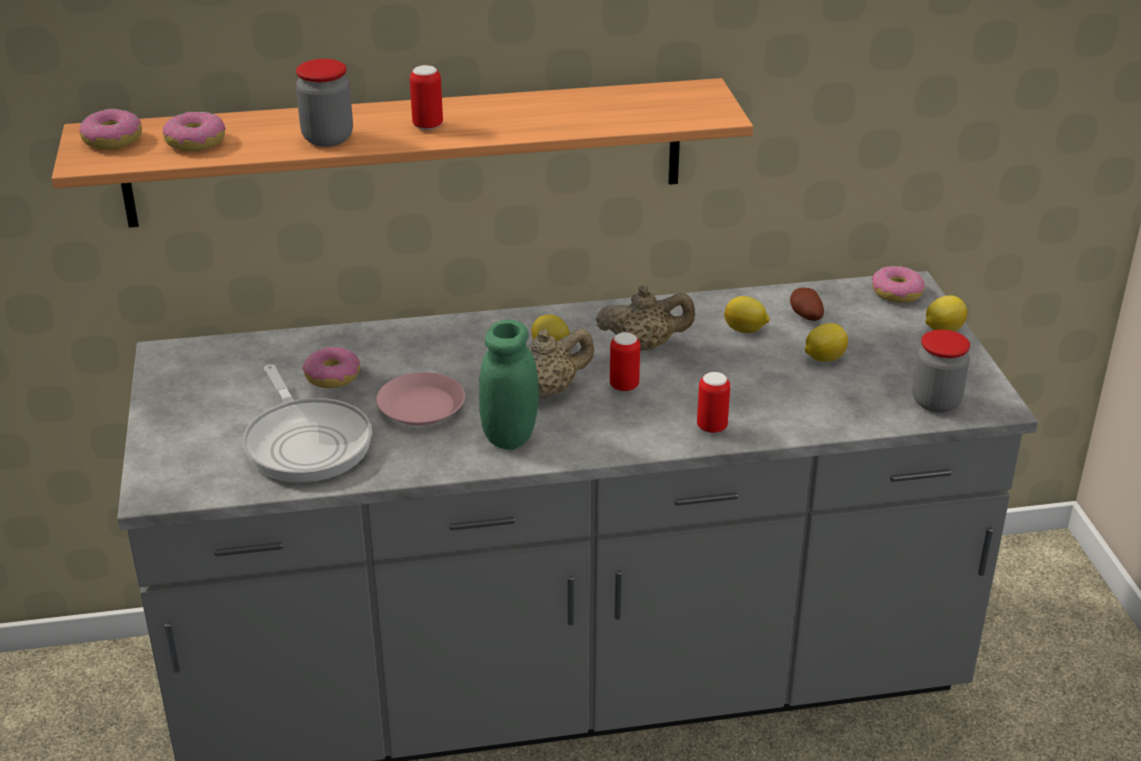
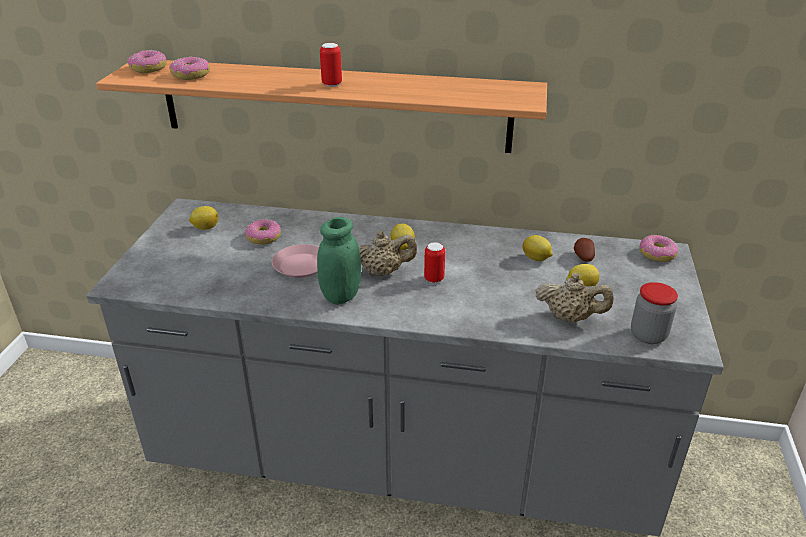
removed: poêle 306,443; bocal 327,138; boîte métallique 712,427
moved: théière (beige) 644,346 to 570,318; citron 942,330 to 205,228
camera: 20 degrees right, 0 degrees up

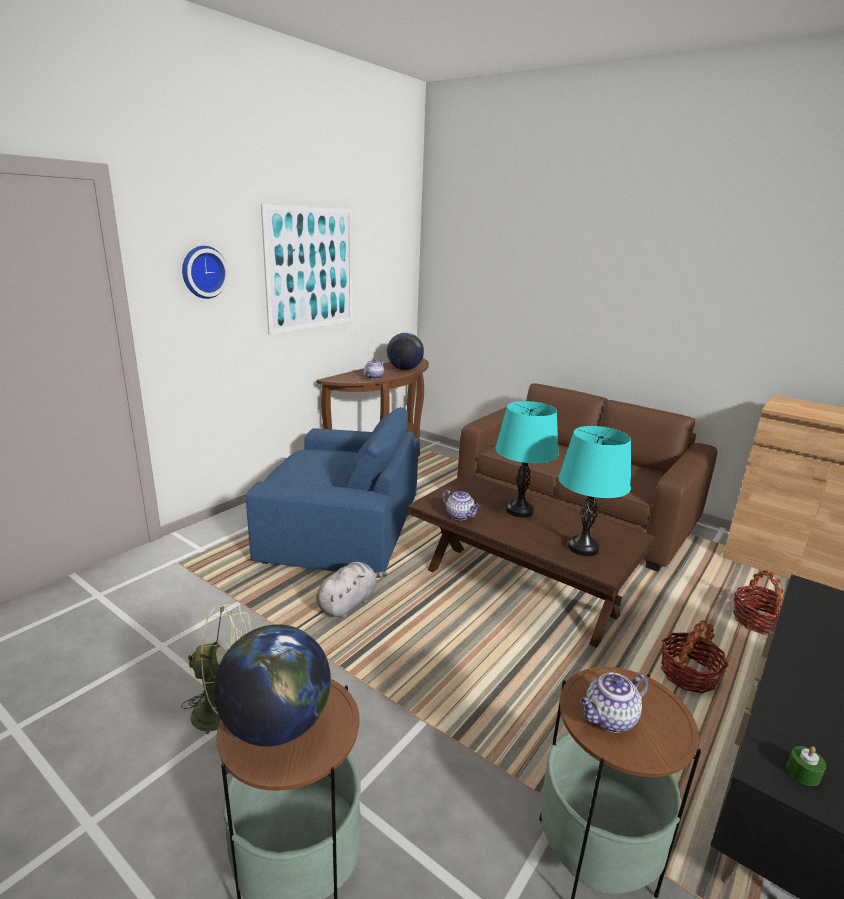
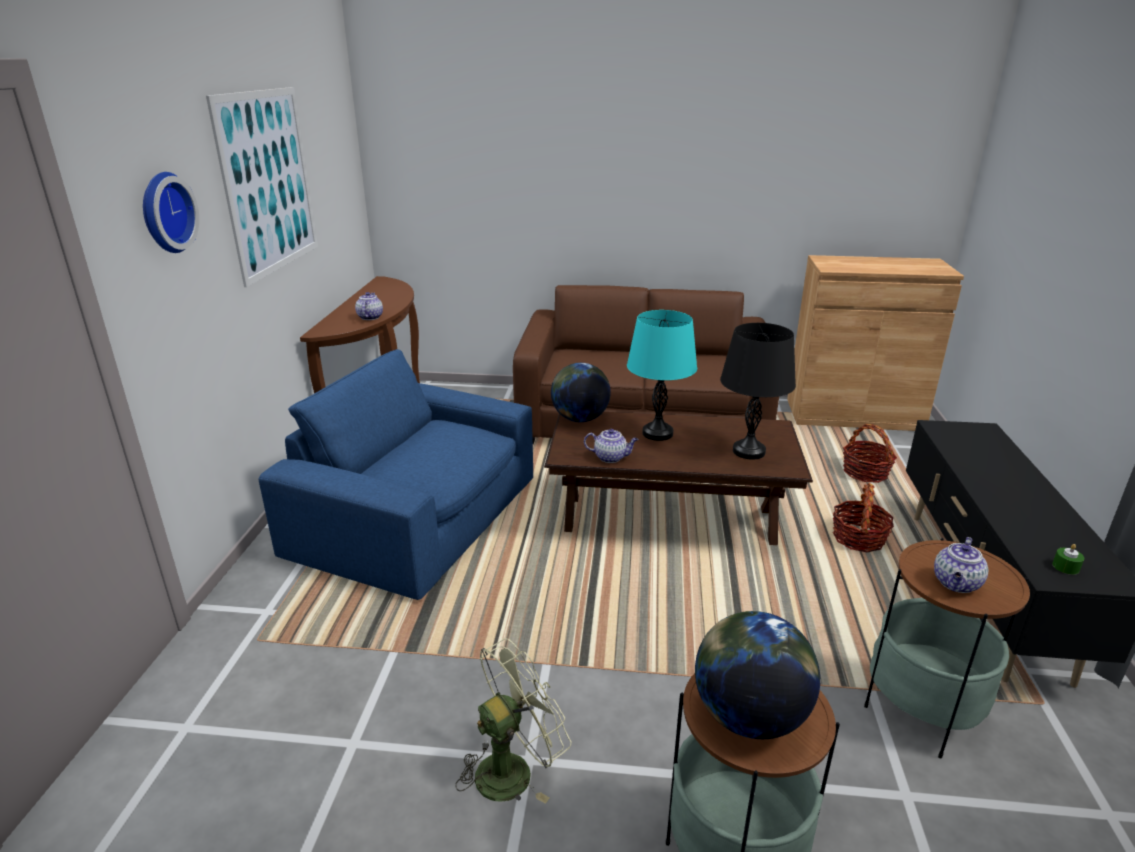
removed: peluche (gris) 348,603
moved: globe 404,369 to 580,419
recoloured: lampe de table (turquoise) 583,548 to lampe de table (noir) 749,451
turned: fauteuil (bleu) 341,525 = 418,517 135 degrees counterclockwise
camera: 30 degrees left, 5 degrees up

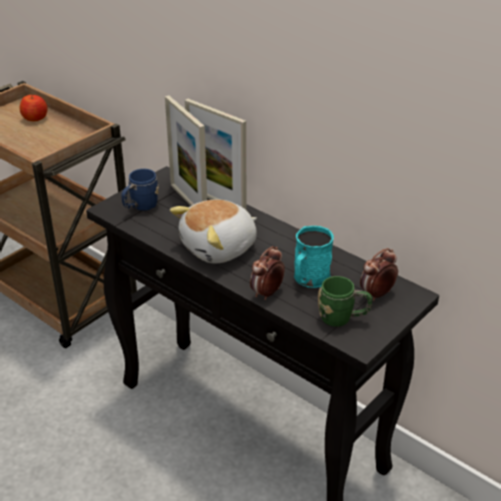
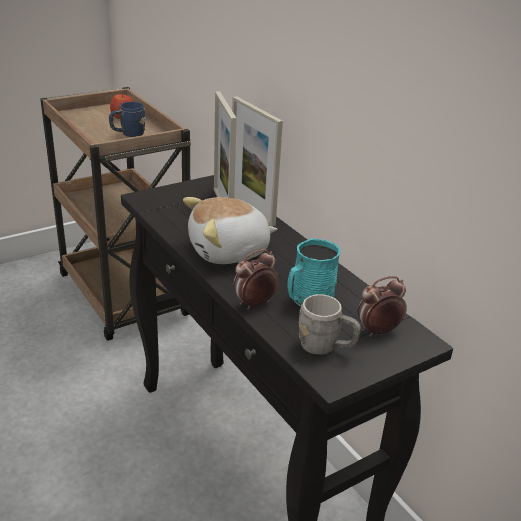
moved: mug (bleu) 140,207 to 128,134
recoloured: mug (vert) 343,318 to mug (gris) 325,347
camera: 15 degrees right, 5 degrees down

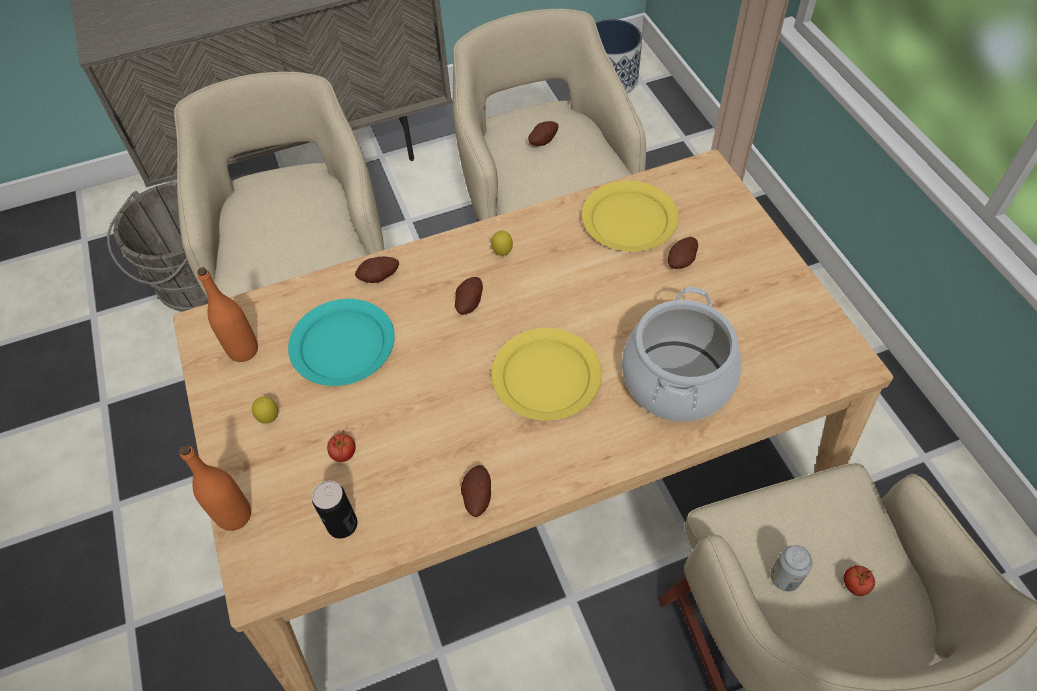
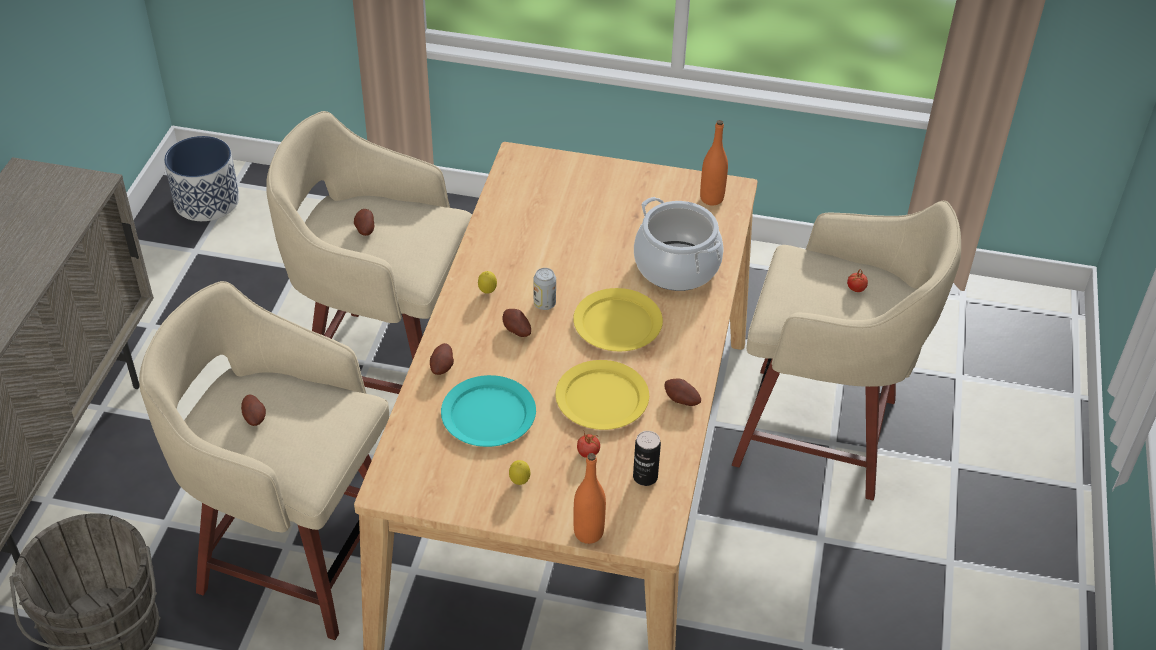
moved: bouteille (orange) 243,350 to 711,198; assiette (jaune) 630,219 to 602,398; pomme de terre 682,261 to 255,417; boîte métallique 784,577 to 544,304
camera: 60 degrees left, 10 degrees down

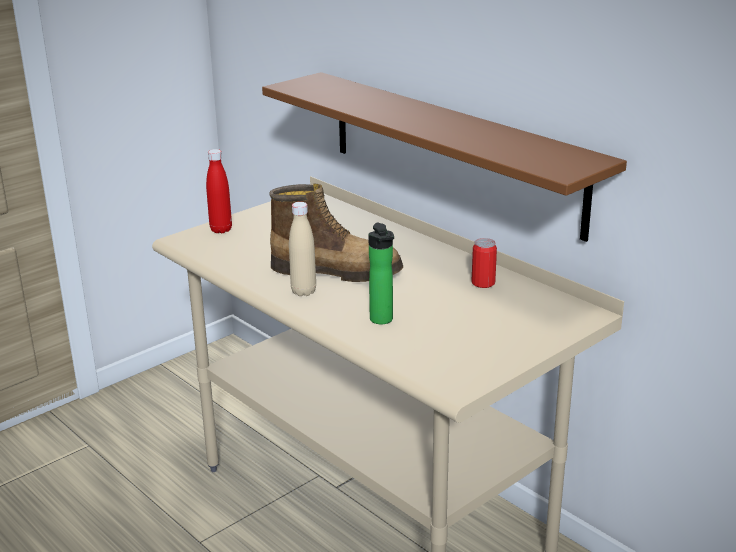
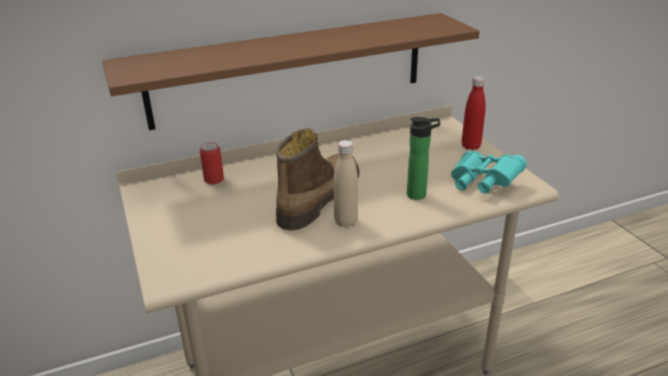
added: jumelles (turquoise) 482,183
moved: bouteille (rouge) 221,230 to 470,146; boîte métallique 483,283 to 214,179
camera: 70 degrees left, 5 degrees up

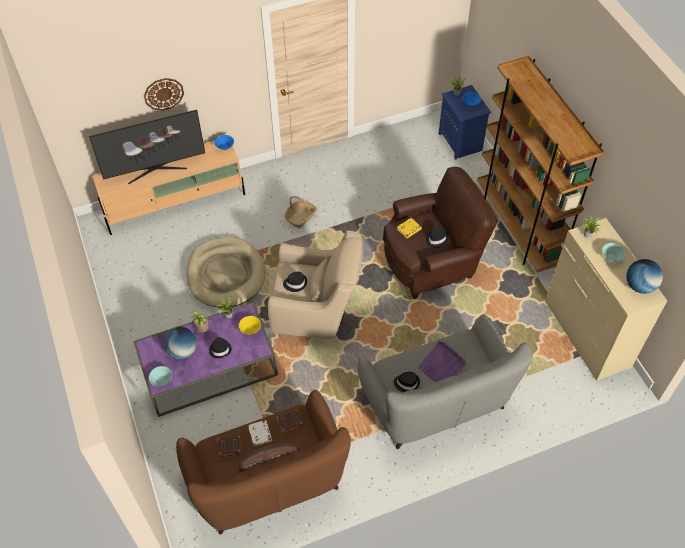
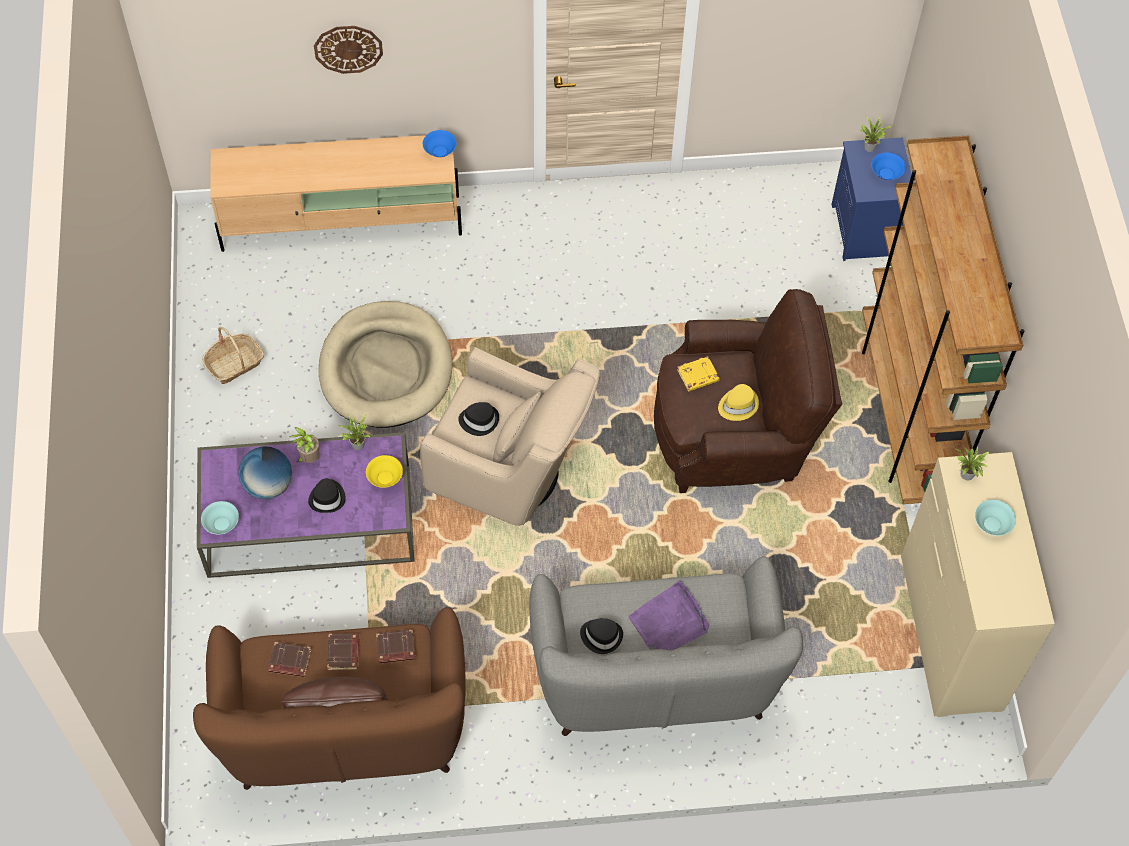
removed: téléviseur 155,169; globe 639,286
moved: panier 300,217 to 234,364
recoloured: livre (blanc) 260,434 to livre (marron) 344,653; chapeau (noir) 436,239 to chapeau (jaune) 737,405
camera: 15 degrees right, 5 degrees up

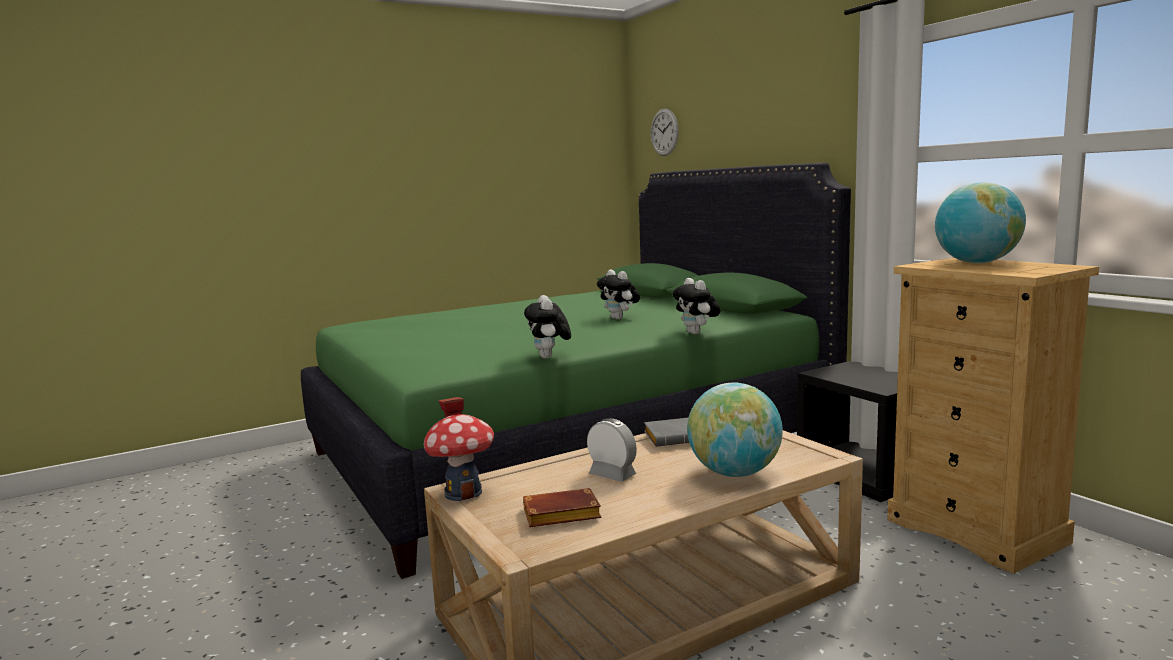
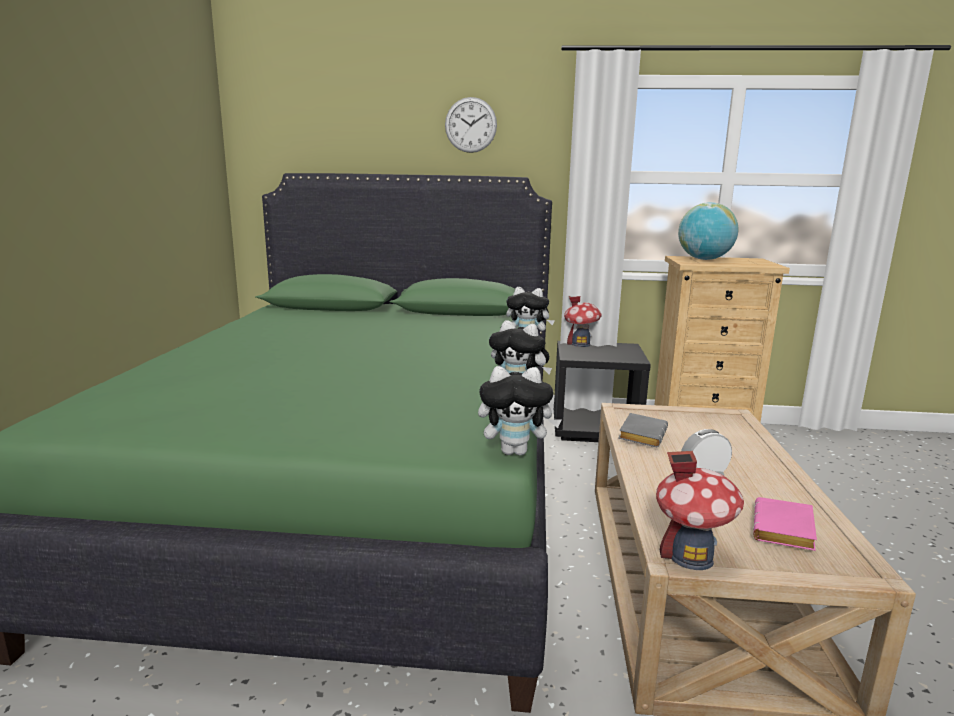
removed: globe 734,473
added: maison miniature 580,344
moved: peluche 619,318 to 515,452; horloge murale 664,132 to 470,125
recoloured: livre (marron) 559,516 to livre (rose) 785,531
camera: 55 degrees left, 5 degrees up

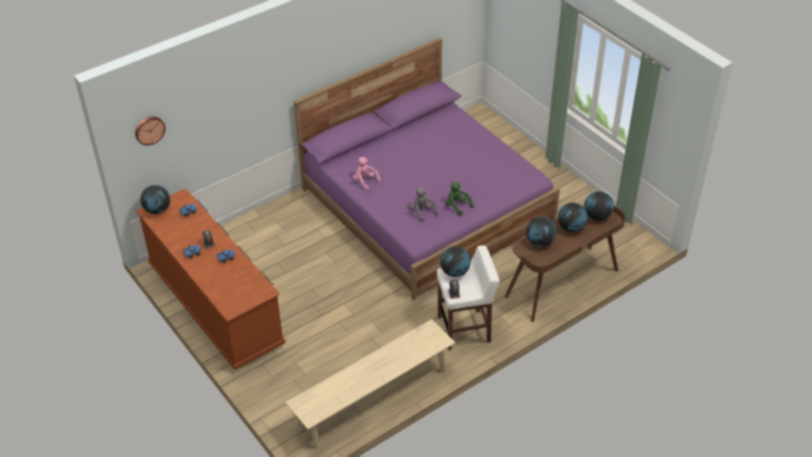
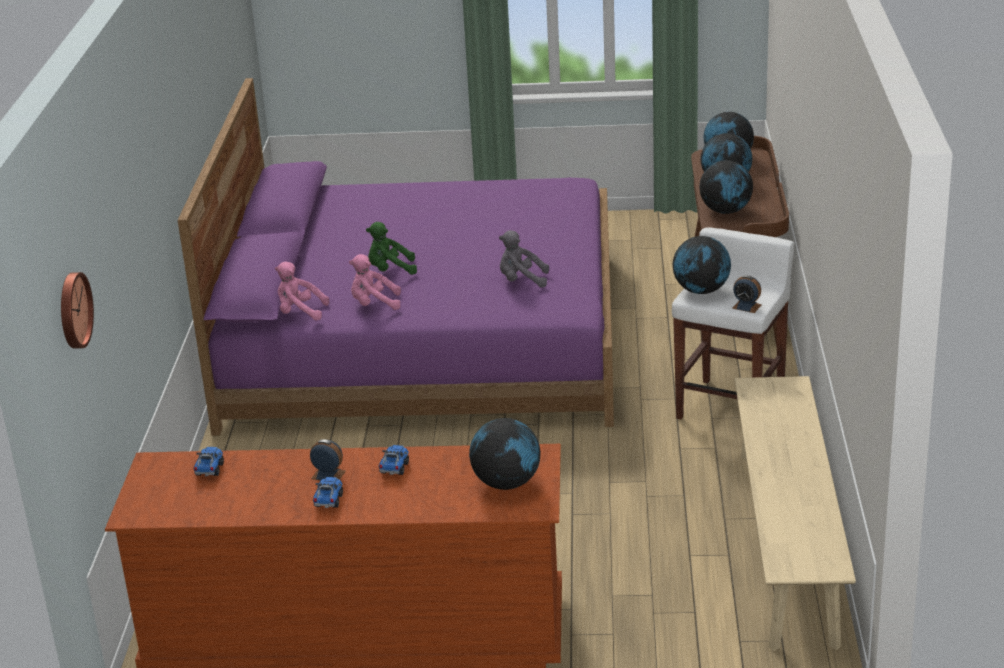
added: peluche (rose) 299,313
moved: globe 157,210 to 506,483; peluche (vert) 457,206 to 390,270
camera: 50 degrees left, 15 degrees down

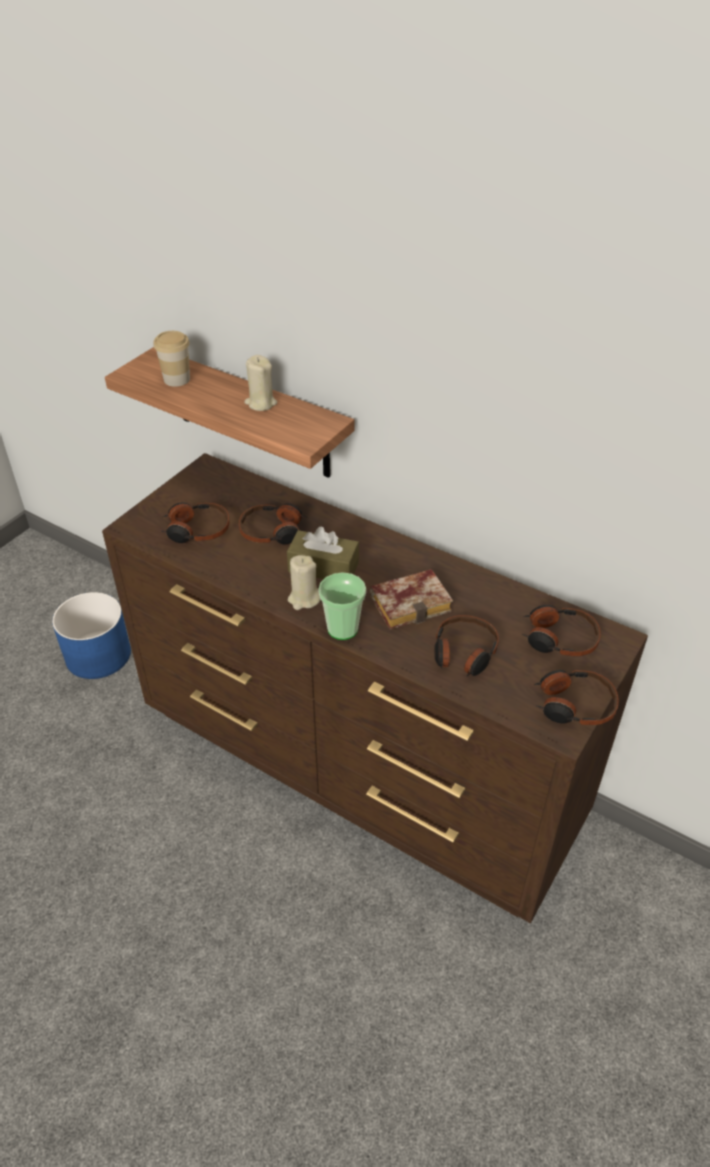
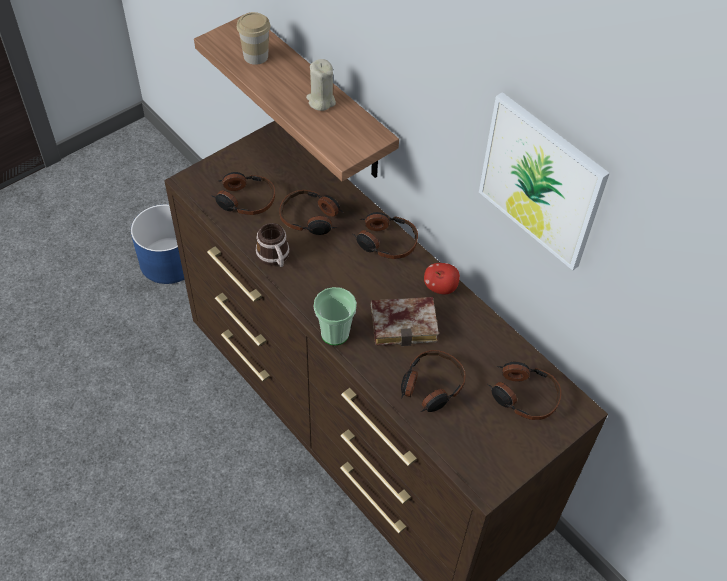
removed: boîte à mouchoirs (marron) 323,567; bougie (beige) 304,599
added: mug 274,257; pomme 440,287; tableau 541,181
moved: casque audio 573,705 to 385,242
camera: 15 degrees right, 10 degrees up

